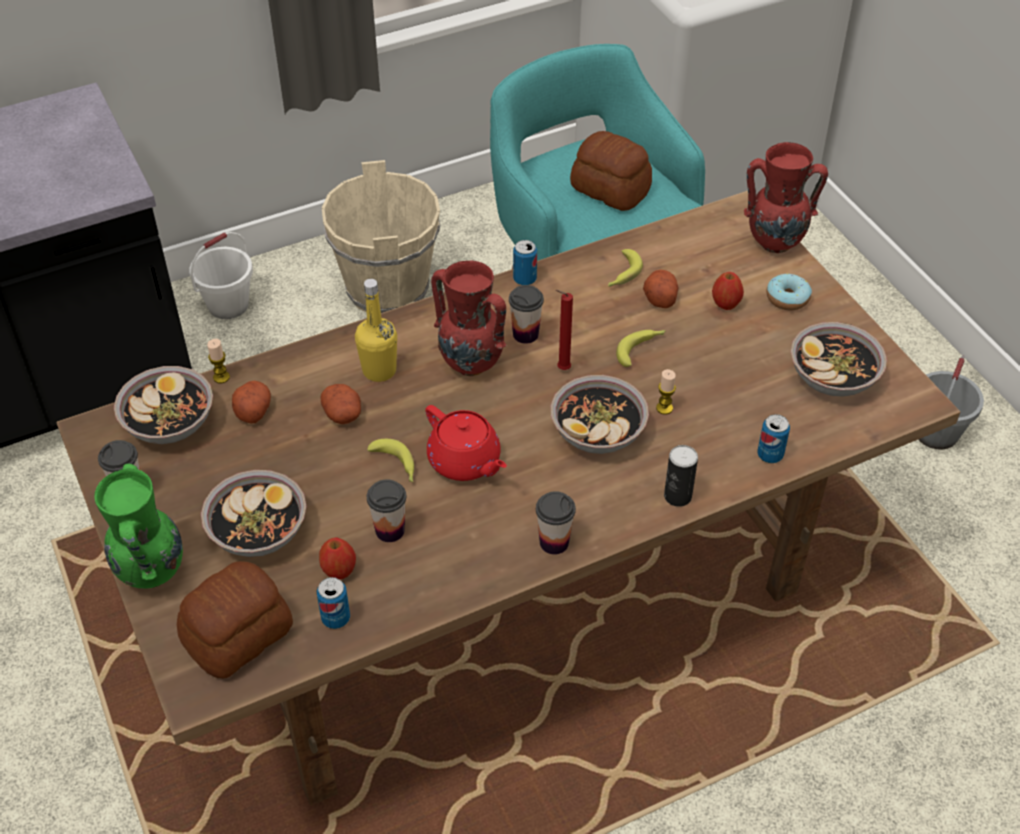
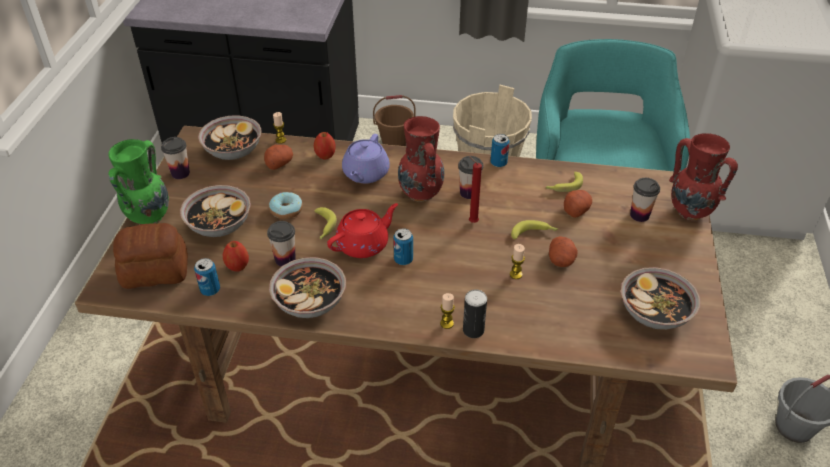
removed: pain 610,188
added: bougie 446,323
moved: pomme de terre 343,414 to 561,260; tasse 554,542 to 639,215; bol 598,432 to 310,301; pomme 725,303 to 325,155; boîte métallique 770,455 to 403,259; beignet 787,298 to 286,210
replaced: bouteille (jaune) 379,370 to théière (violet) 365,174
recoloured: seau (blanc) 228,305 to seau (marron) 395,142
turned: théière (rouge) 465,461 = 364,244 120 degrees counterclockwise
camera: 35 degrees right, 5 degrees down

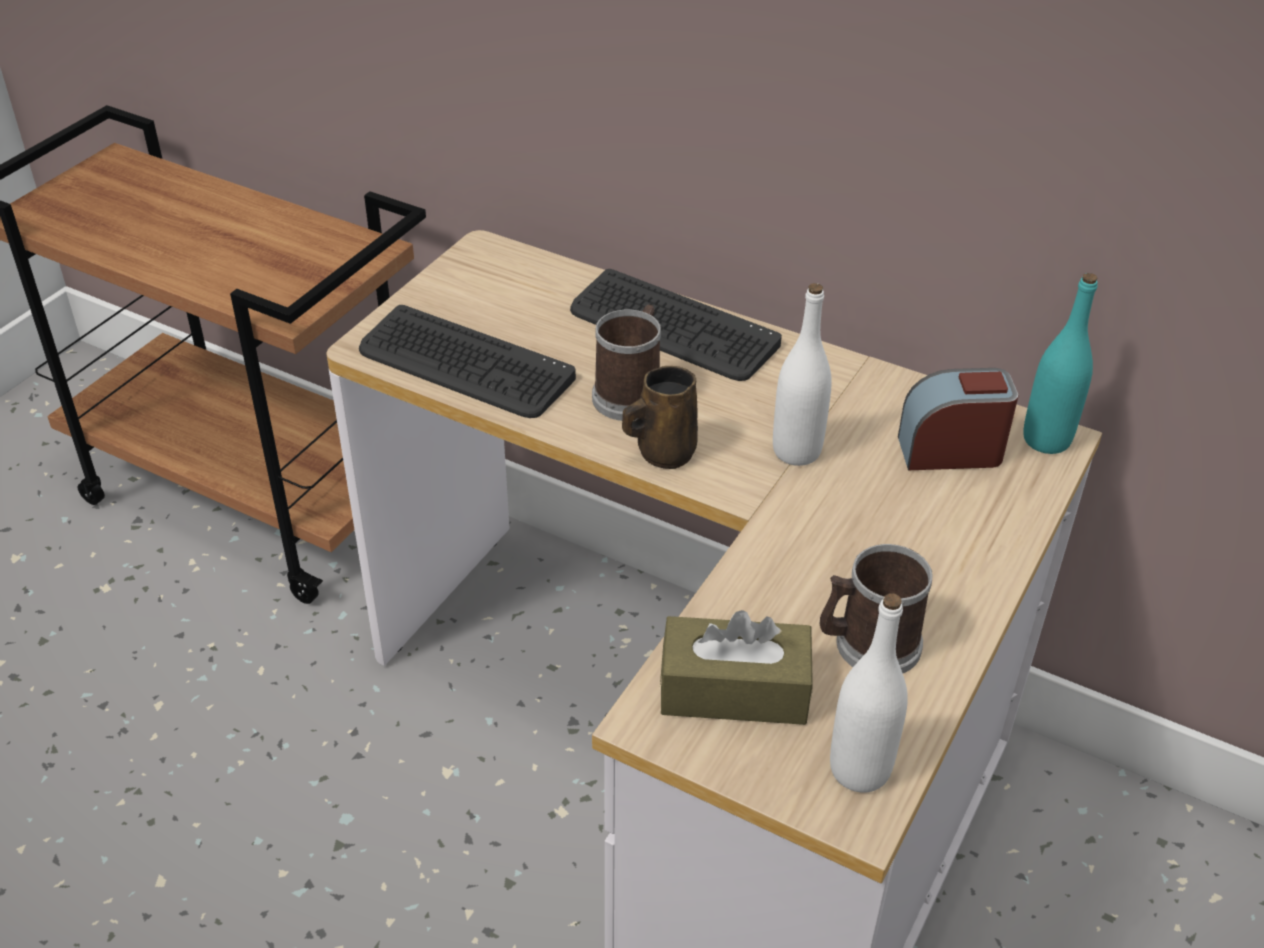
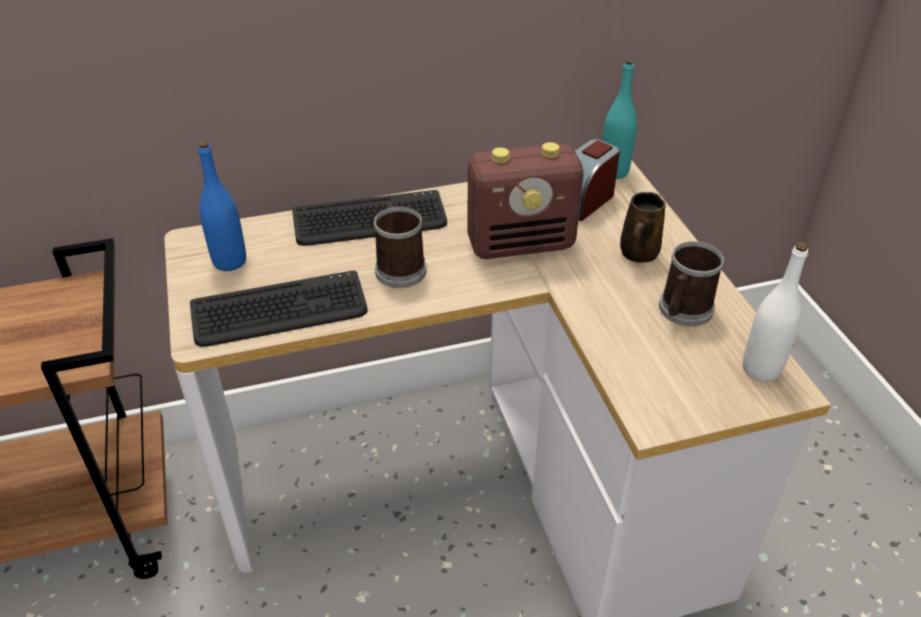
removed: boîte à mouchoirs (marron) 734,690
added: bouteille (bleu) 229,261
moved: mug (marron) 663,453 to 638,254
replaced: bouteille (blanc) 796,451 to radio 522,244
camera: 45 degrees left, 0 degrees up

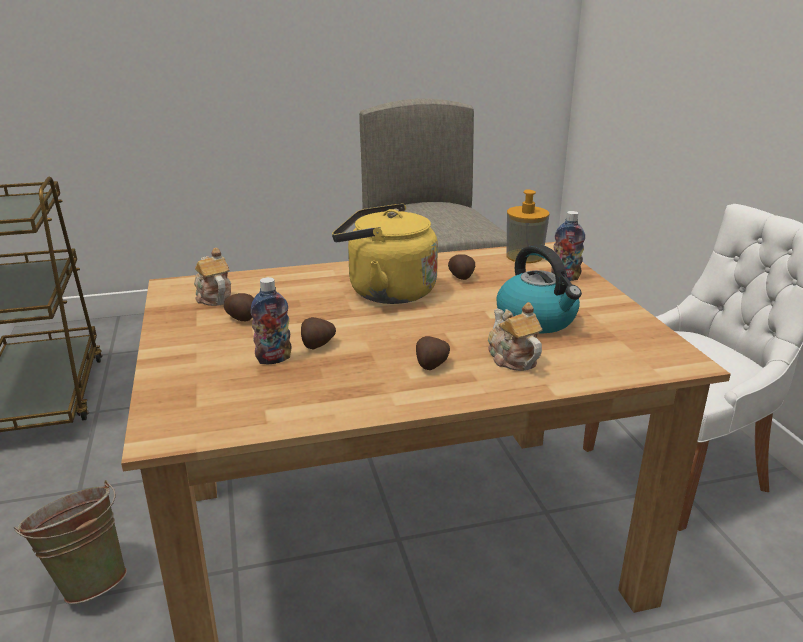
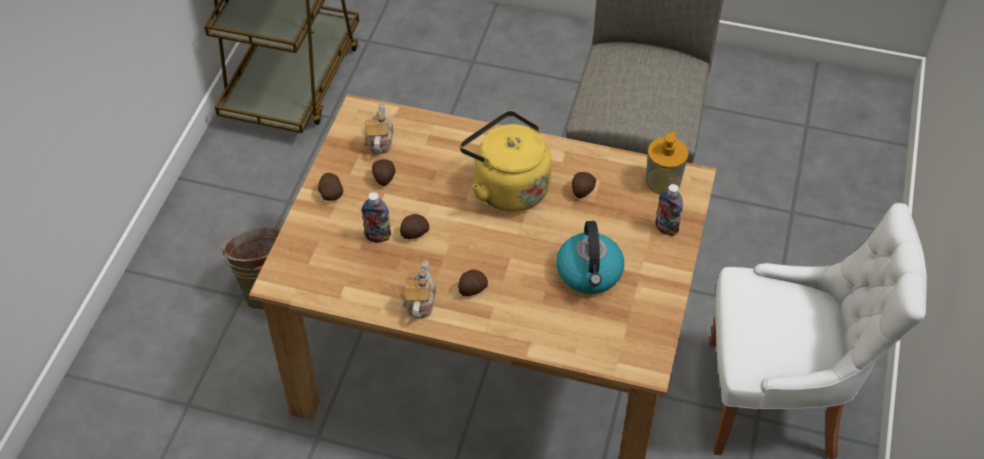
added: pomme de terre 331,193
moved: théière 512,358 to 419,302
camera: 30 degrees right, 25 degrees up

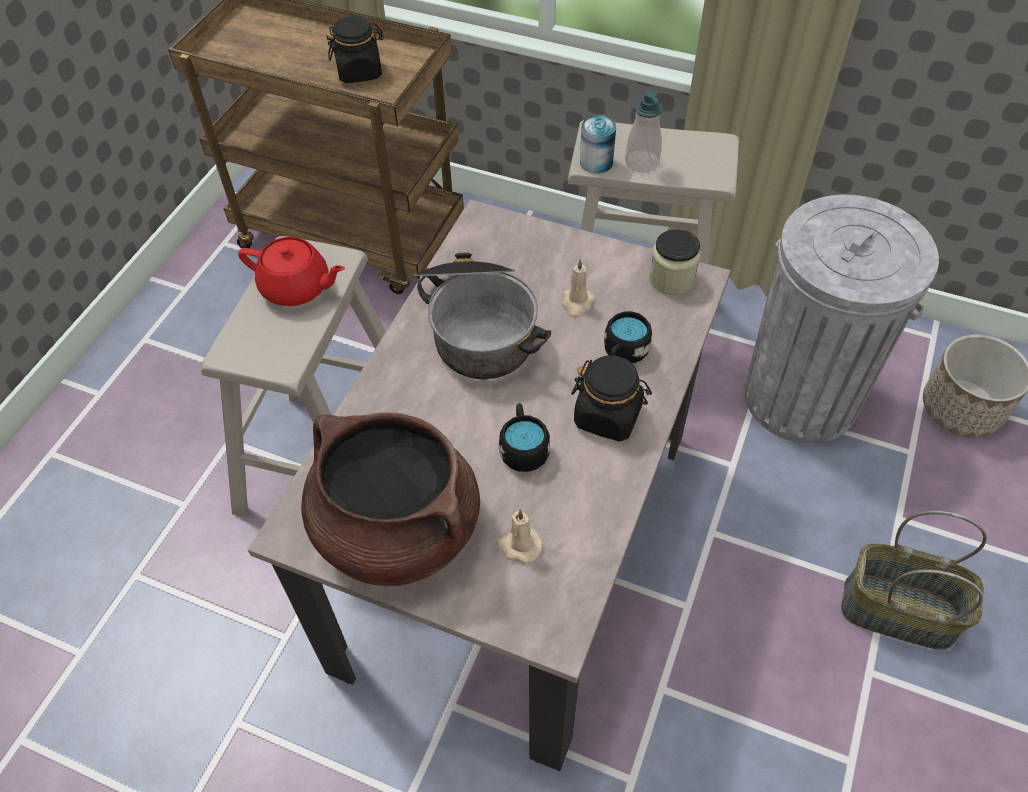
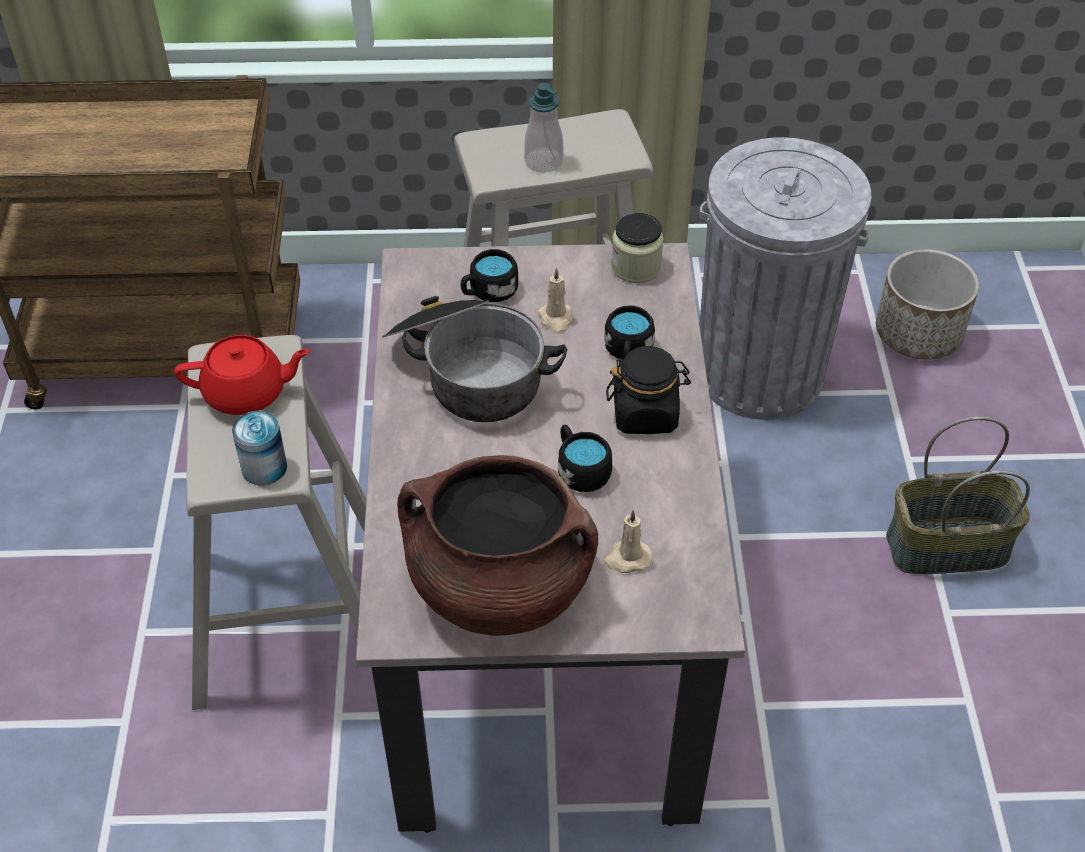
removed: bocal (noir) 360,71
added: mug (noir) 488,292
moved: boîte métallique 596,162 to 264,467
camera: 25 degrees left, 5 degrees down

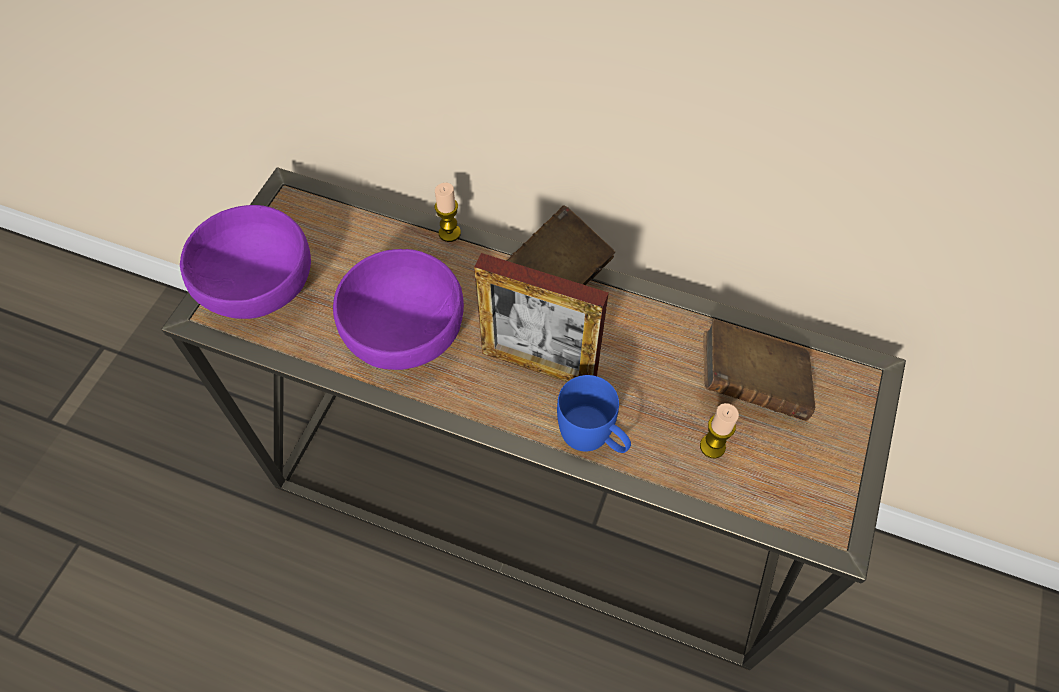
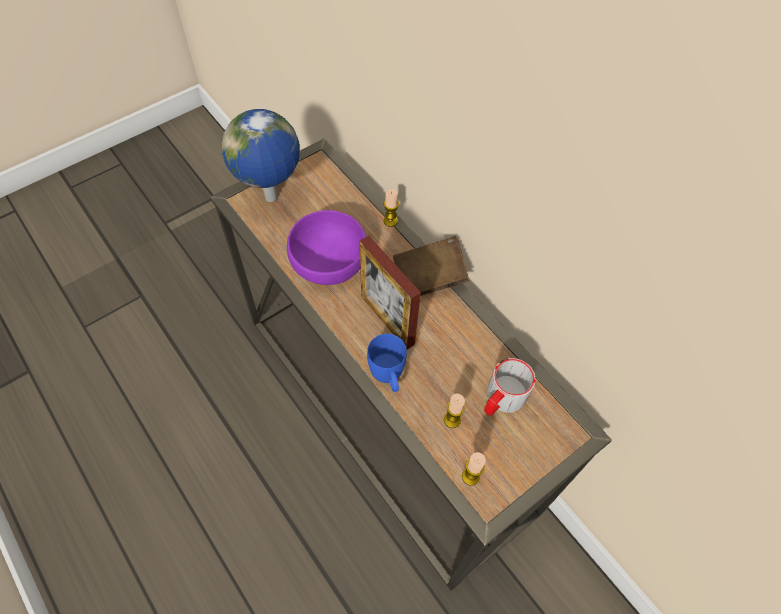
added: bougie 470,476
replaced: bol (violet) 260,285 to globe 272,198; livre (marron) 751,384 to mug 501,399
camera: 30 degrees right, 0 degrees up

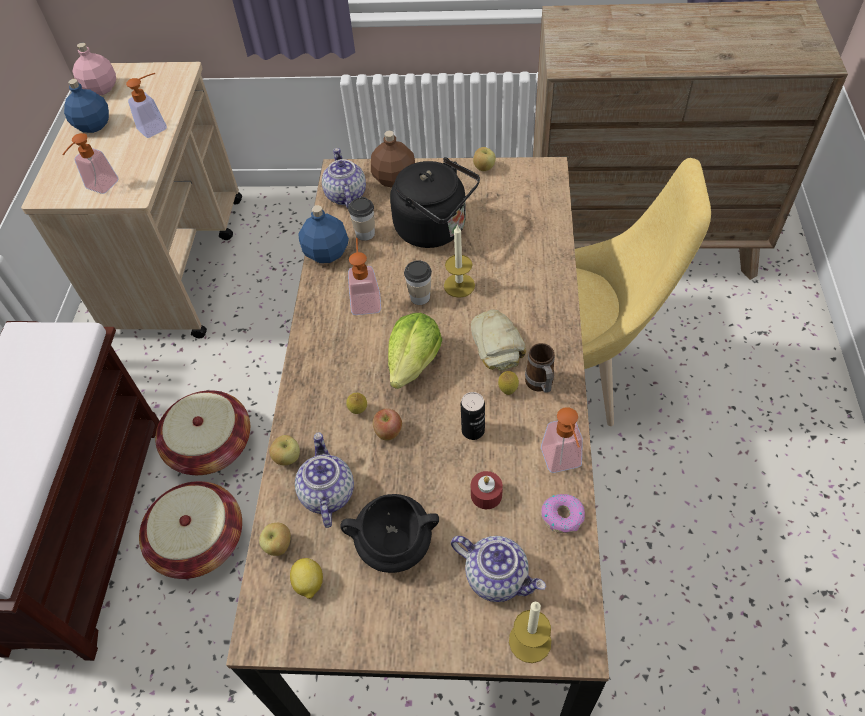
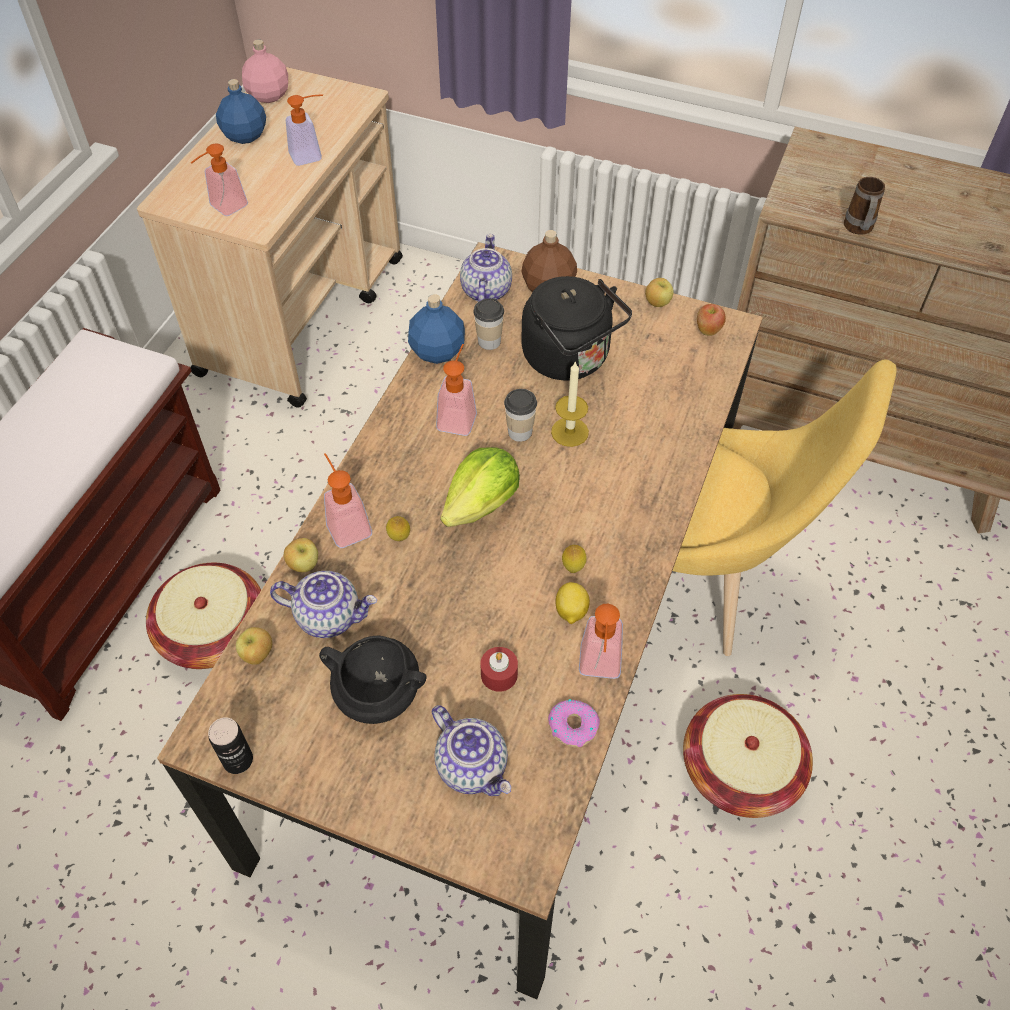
removed: pain 497,343; bougie 530,641
added: distributeur de savon 346,524
moved: panier 211,446 to 740,769; citron 309,584 to 570,612; pomme 388,432 to 708,330; boîte métallique 473,430 to 238,760; mug 540,385 to 858,230
turned: théière 326,493 = 329,616 90 degrees clockwise
camera: 15 degrees right, 0 degrees up

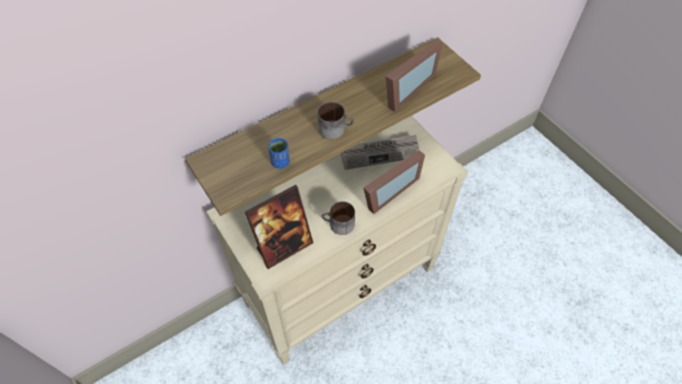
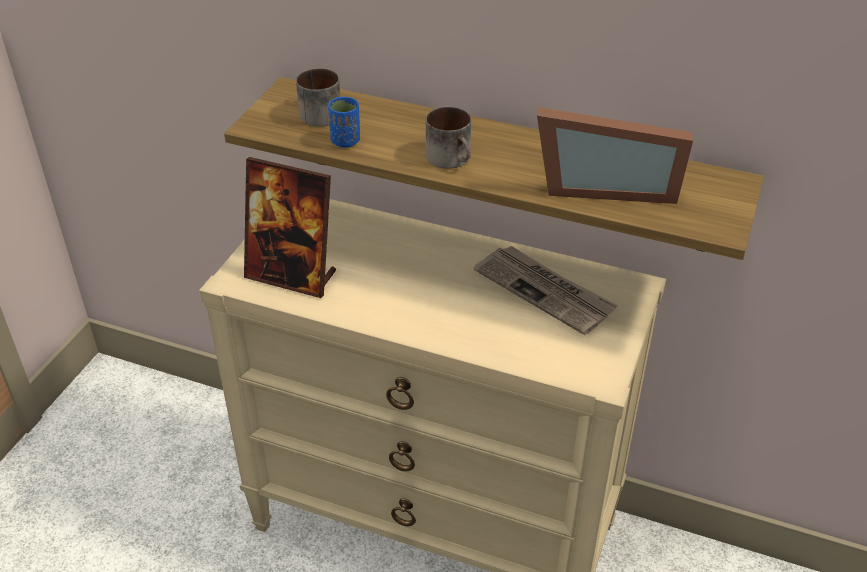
removed: cadre photo 386,191
moved: mug 338,225 to 316,113
camera: 55 degrees right, 15 degrees down

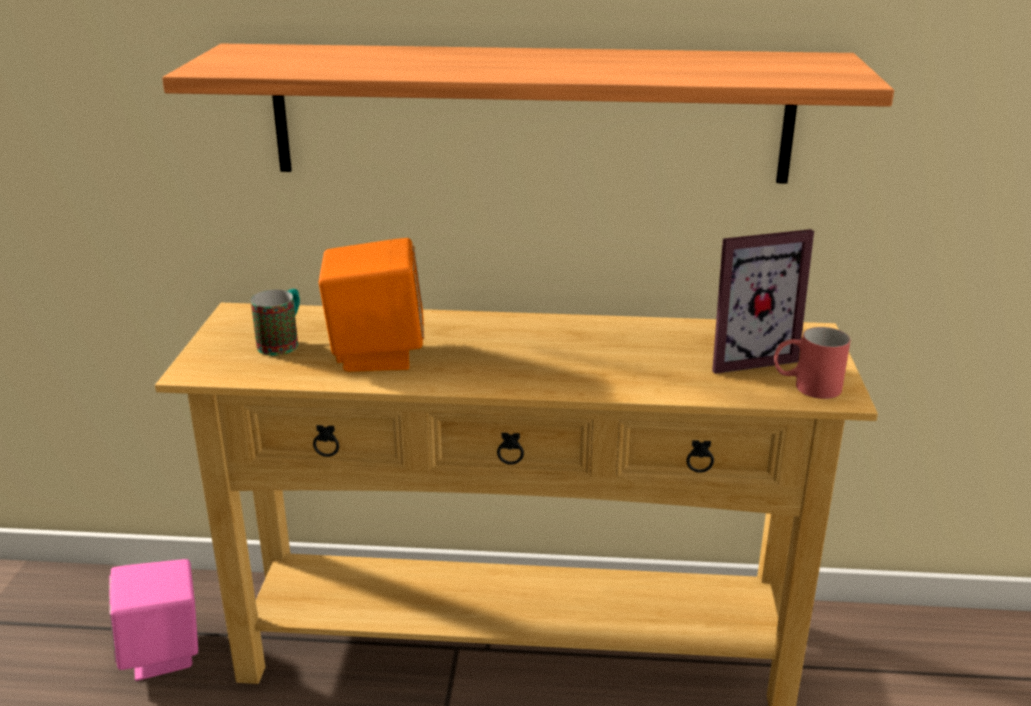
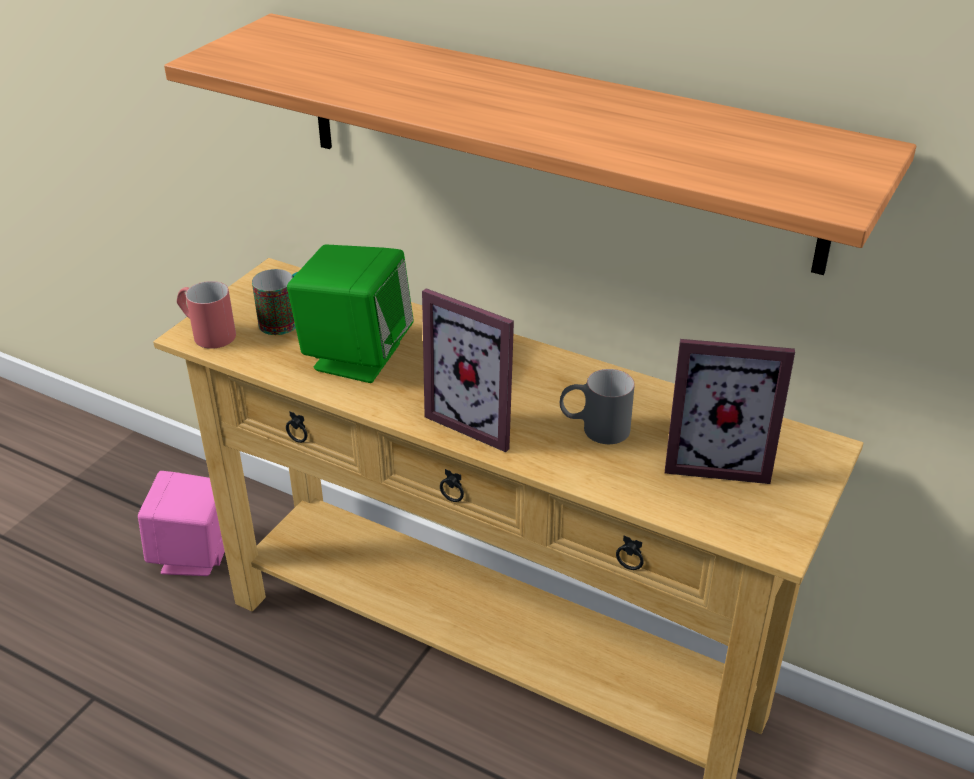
added: cadre photo 480,419; mug (gris) 594,429
moved: mug (rouge) 806,387 to 207,333
recoloured: enceinte (orange) 376,354 to enceinte (vert) 356,356
camera: 25 degrees right, 10 degrees up

